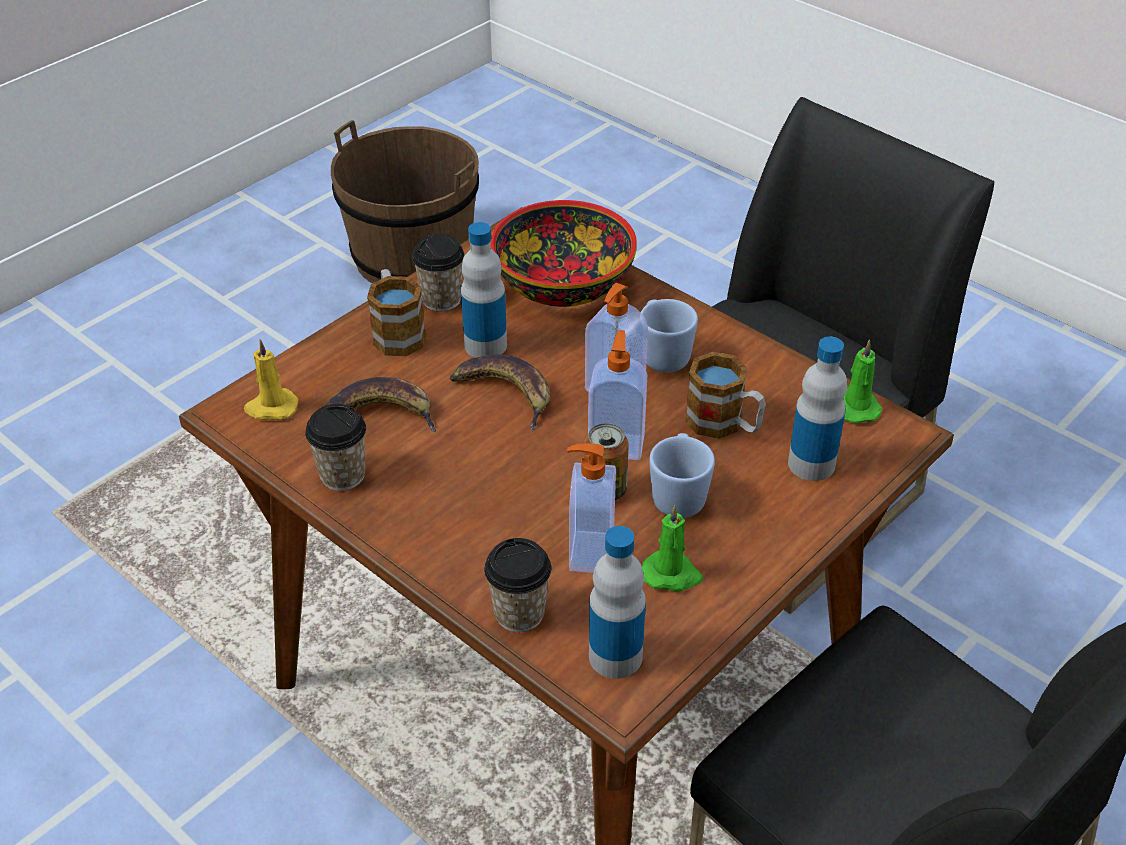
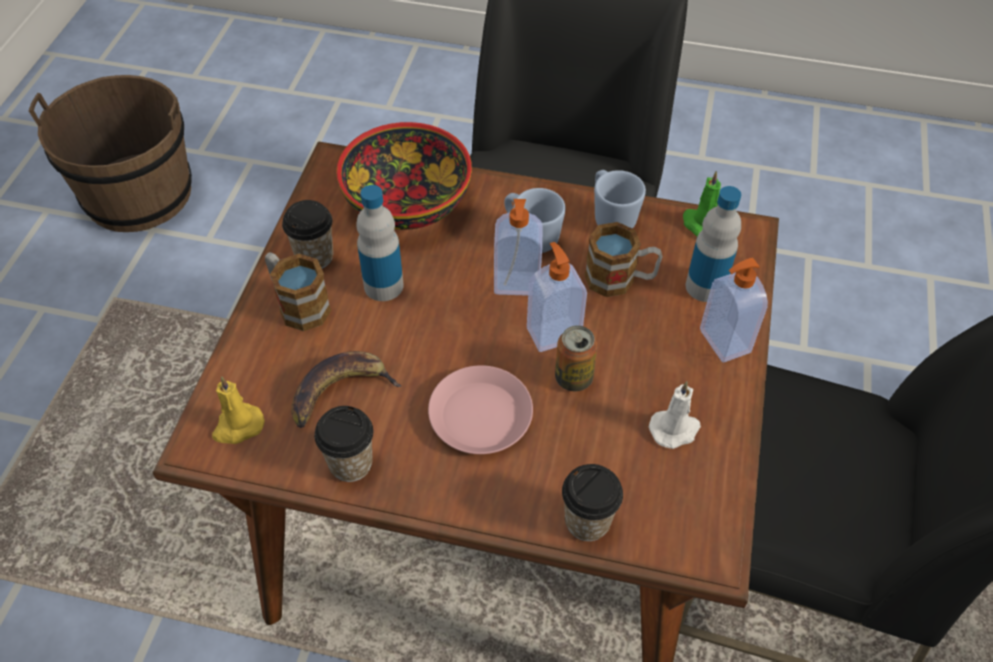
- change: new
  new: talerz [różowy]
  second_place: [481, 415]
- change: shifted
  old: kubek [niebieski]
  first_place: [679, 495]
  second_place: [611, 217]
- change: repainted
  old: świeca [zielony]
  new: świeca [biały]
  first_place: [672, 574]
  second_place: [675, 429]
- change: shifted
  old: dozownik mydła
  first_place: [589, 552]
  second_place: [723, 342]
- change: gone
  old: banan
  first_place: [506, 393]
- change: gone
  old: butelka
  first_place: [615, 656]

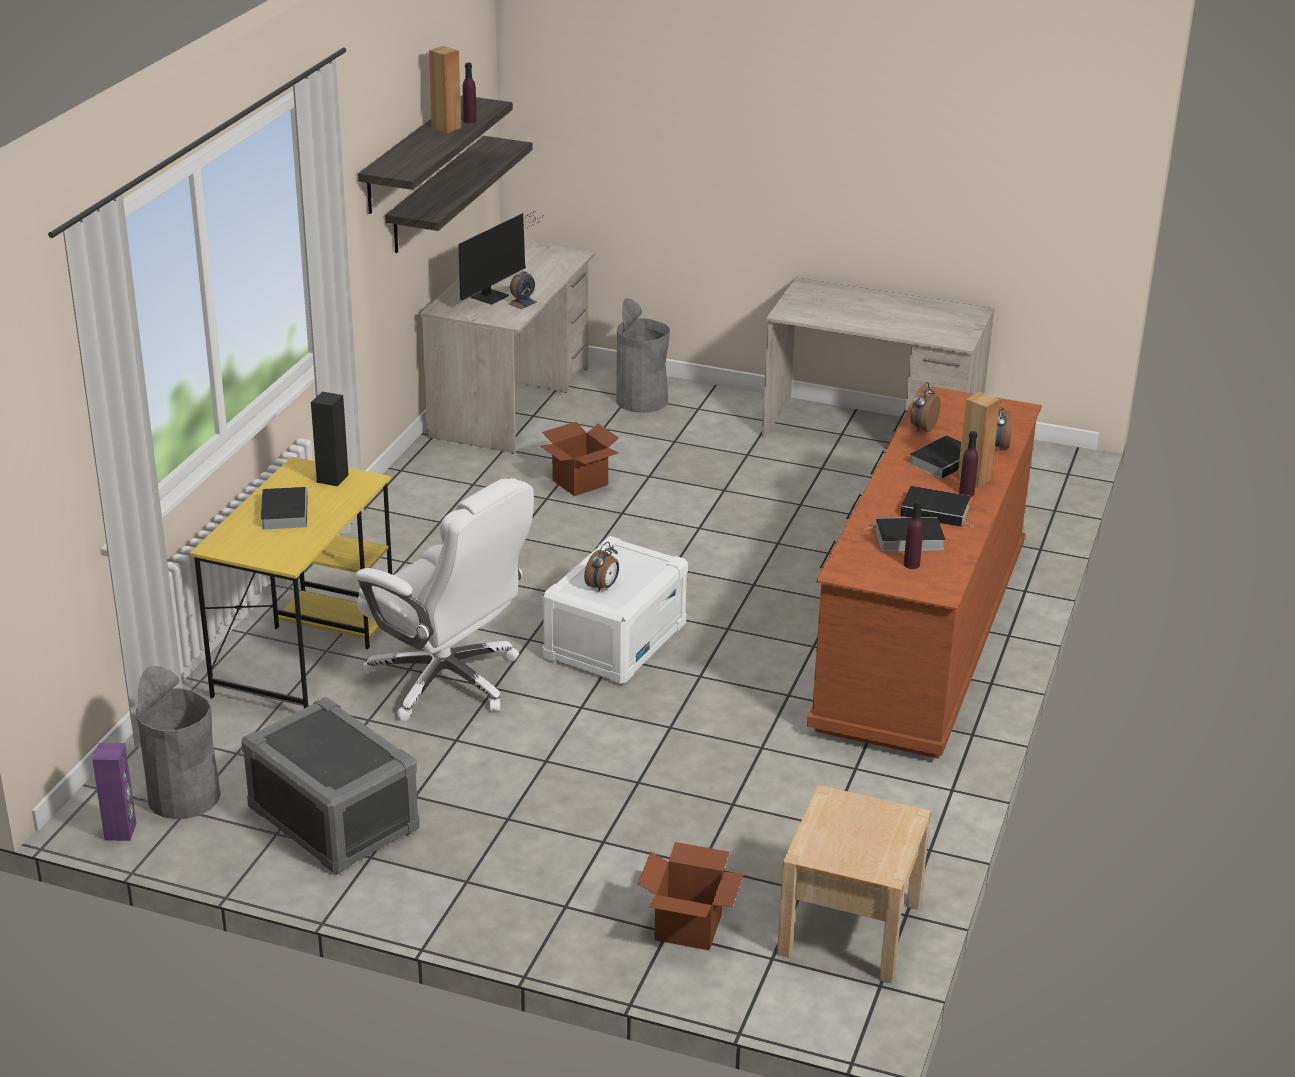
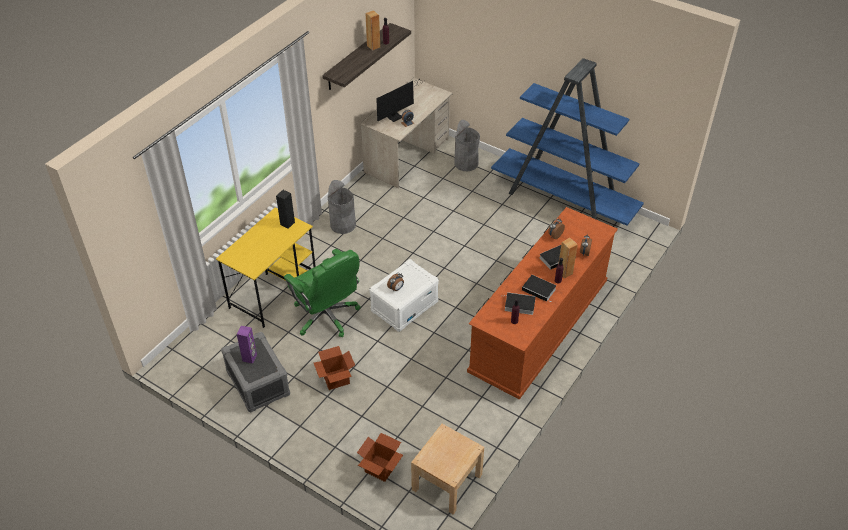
- change: shifted
  old: głośnik [fioletowy]
  first_place: [121, 831]
  second_place: [250, 358]
- change: repainted
  old: krzesło biurowe [biały]
  new: krzesło biurowe [zielony]
  first_place: [447, 680]
  second_place: [327, 316]
- change: shifted
  old: karton
  first_place: [580, 482]
  second_place: [336, 379]
- change: shifted
  old: kosz na śmieci [szary]
  first_place: [184, 796]
  second_place: [343, 225]
- change: swapped
  old: biurko [beżowy]
  new: regał [niebieski]
  first_place: [871, 435]
  second_place: [564, 200]
- change: gone
  old: książka
  first_place: [284, 511]
- change: gone
  old: półka
  first_place: [437, 195]

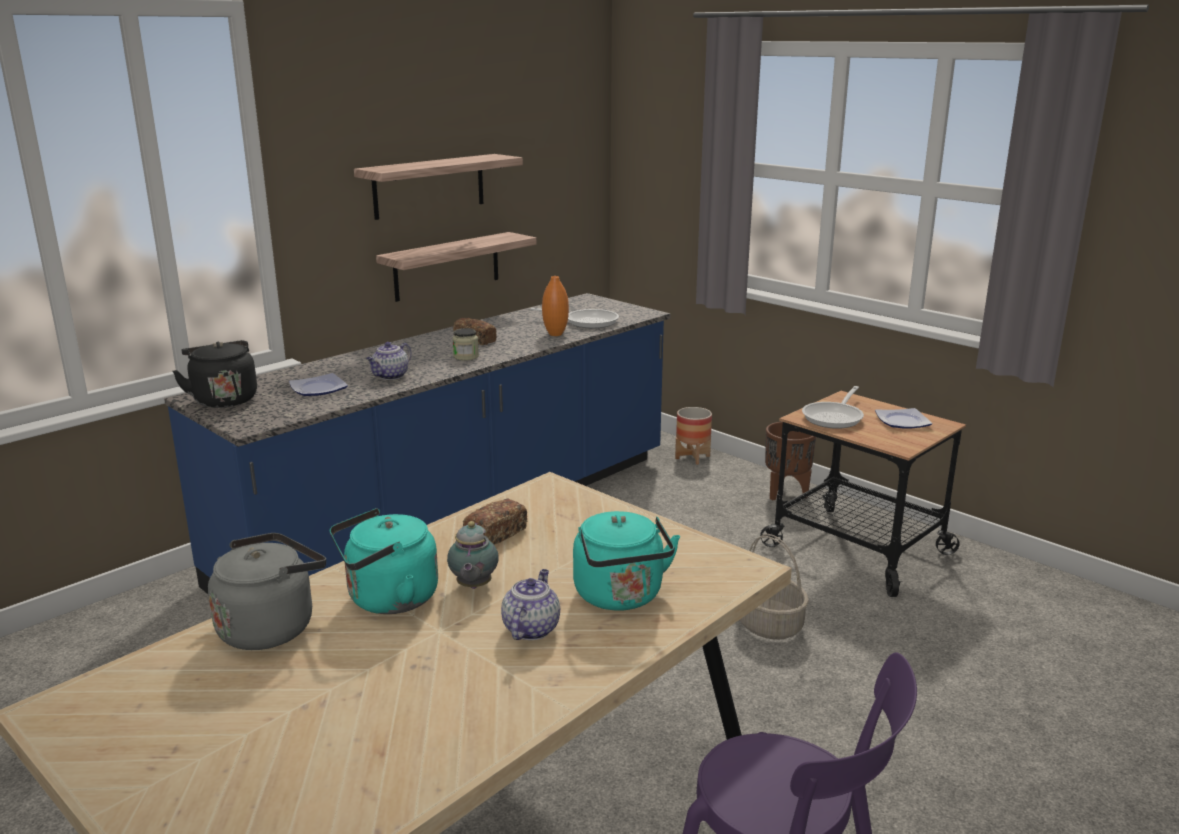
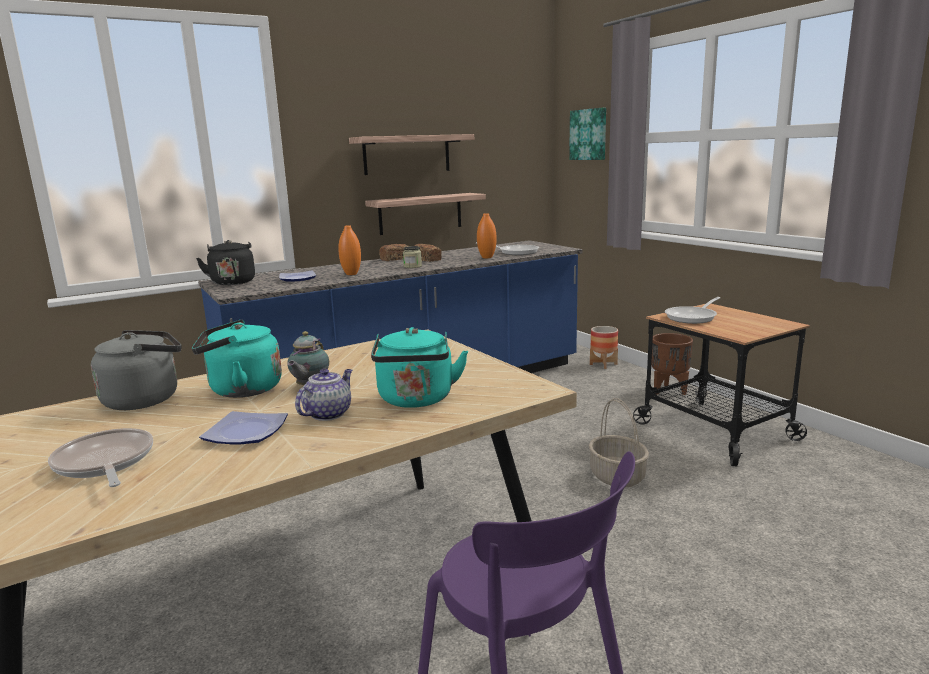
- change: new
  new: patelnia
  second_place: [105, 463]
- change: shifted
  old: talerz
  first_place: [902, 422]
  second_place: [244, 433]
- change: swapped
  old: imbryk
  new: wazon [pomarańczowy]
  first_place: [390, 376]
  second_place: [351, 274]
- change: shifted
  old: chleb
  first_place: [495, 535]
  second_place: [395, 259]
- change: new
  new: obraz
  second_place: [589, 134]

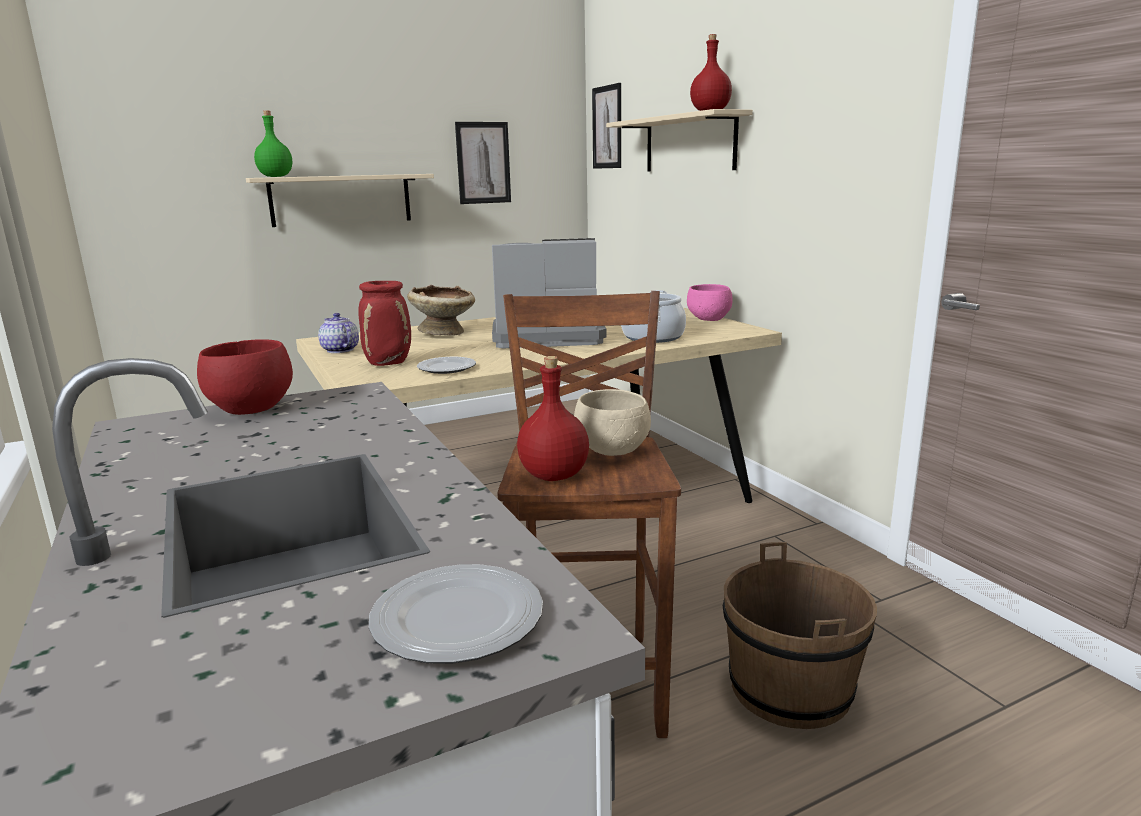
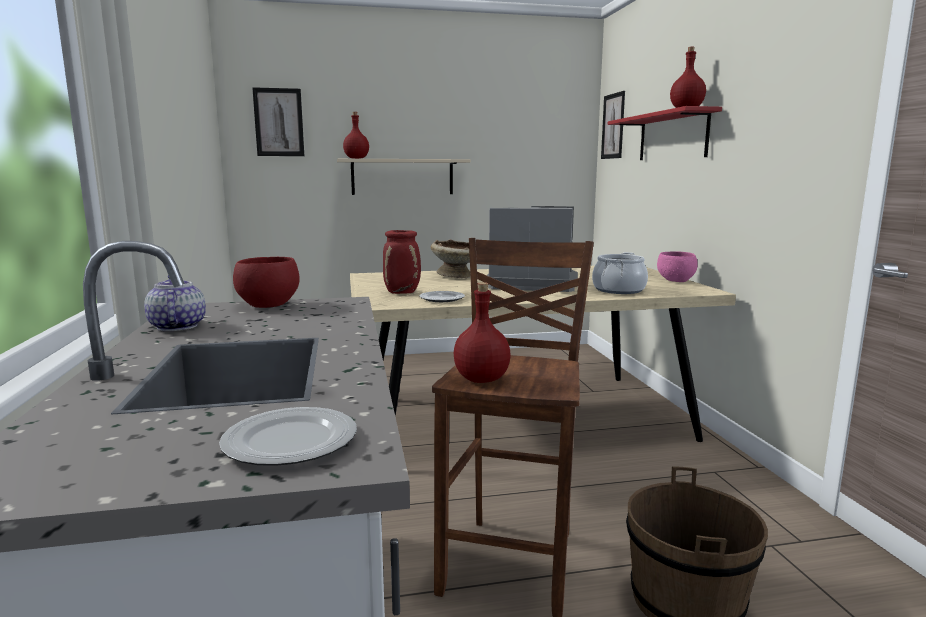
- change: shifted
  old: imbryk
  first_place: [339, 350]
  second_place: [176, 326]
- change: shifted
  old: obraz
  first_place: [483, 163]
  second_place: [279, 122]
- change: repainted
  old: butelka [zielony]
  new: butelka [czerwony]
  first_place: [275, 176]
  second_place: [356, 158]
- change: repainted
  old: półka [beżowy]
  new: półka [czerwony]
  first_place: [689, 144]
  second_place: [672, 137]
- change: gone
  old: miska [beżowy]
  first_place: [614, 451]

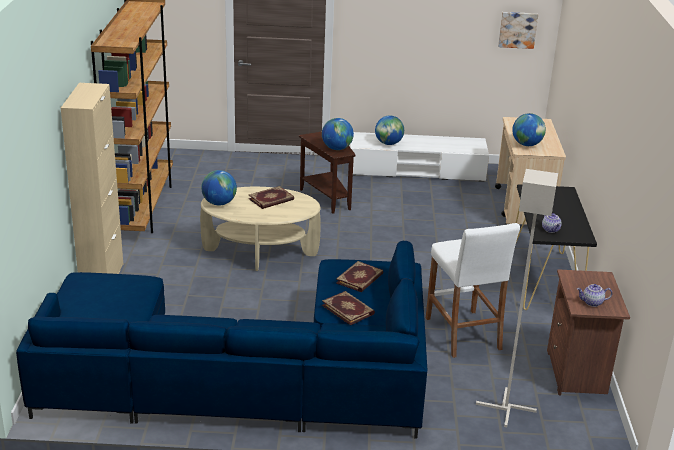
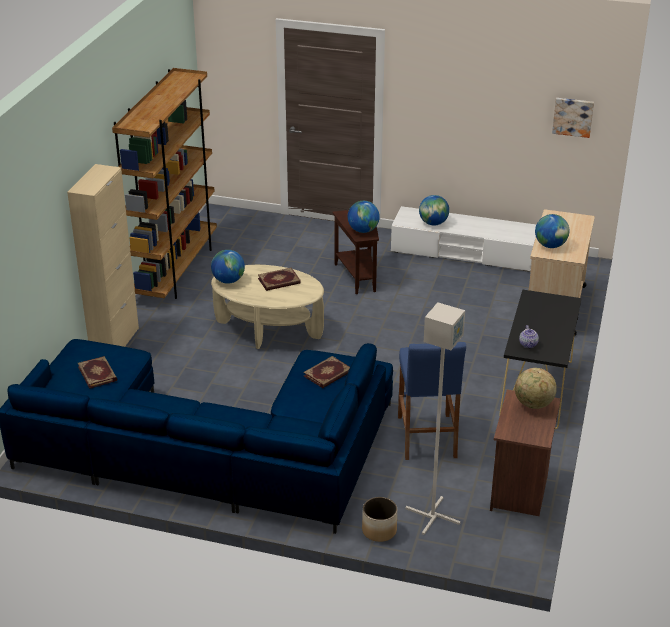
- change: shifted
  old: książka
  first_place: [348, 309]
  second_place: [98, 373]
- change: new
  new: donica
  second_place: [379, 531]
- change: repainted
  old: stołek [biały]
  new: stołek [niebieski]
  first_place: [463, 334]
  second_place: [427, 437]
- change: new
  new: globus
  second_place: [533, 404]
- change: gone
  old: imbryk
  first_place: [592, 303]

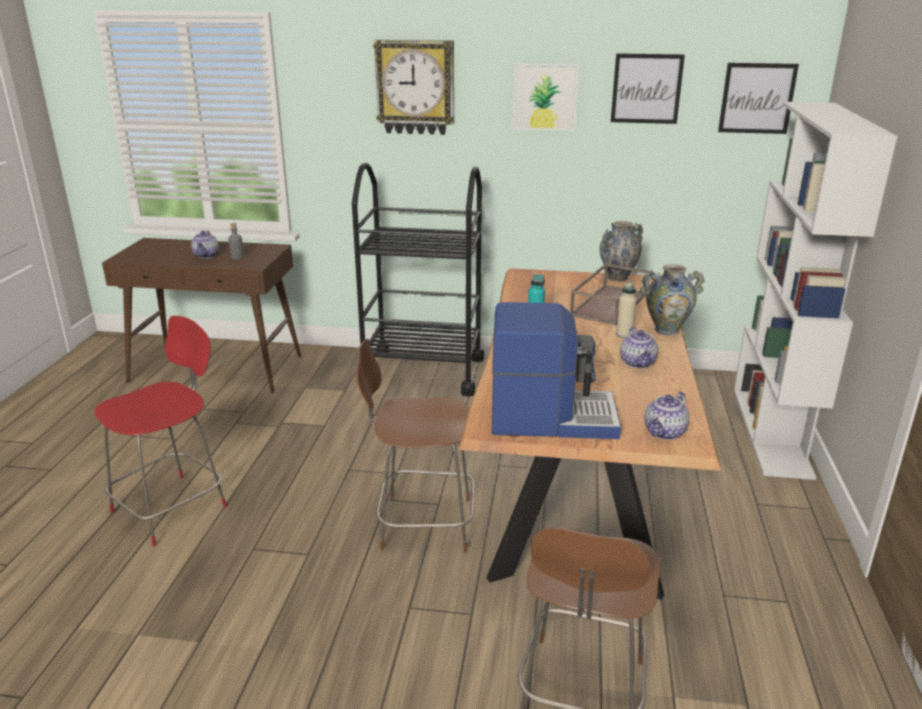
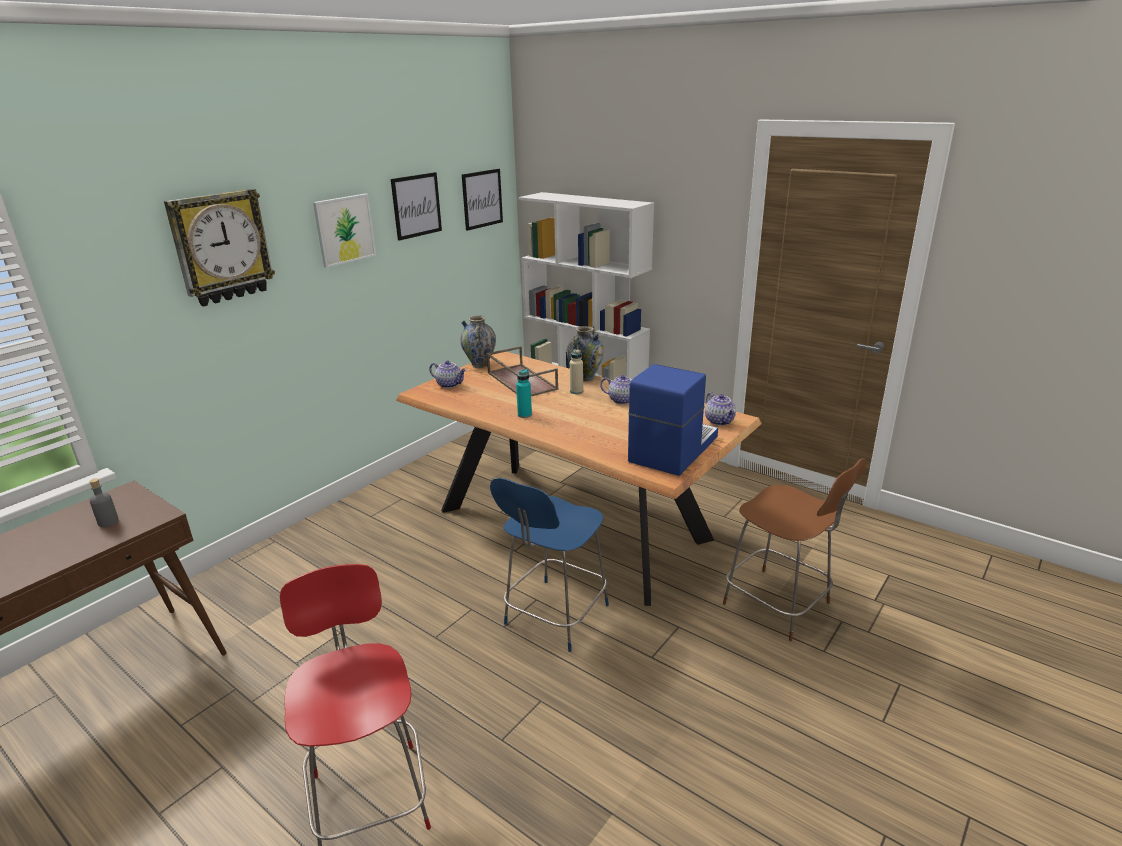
- change: shifted
  old: imbryk
  first_place: [207, 256]
  second_place: [449, 384]
- change: repainted
  old: krzesło [brązowy]
  new: krzesło [niebieski]
  first_place: [422, 523]
  second_place: [554, 616]
- change: gone
  old: wózek [czarny]
  first_place: [423, 372]

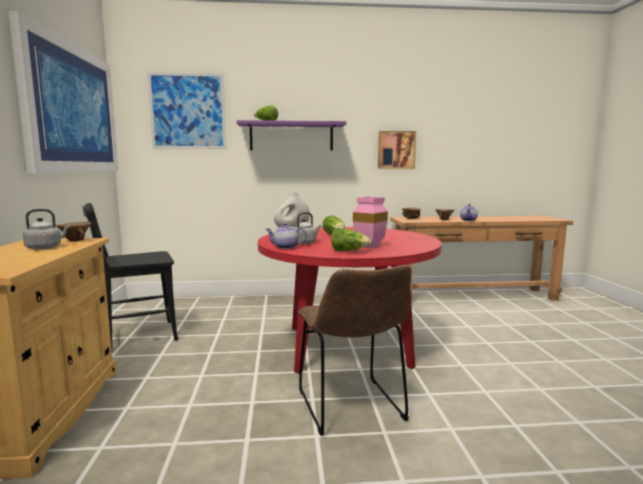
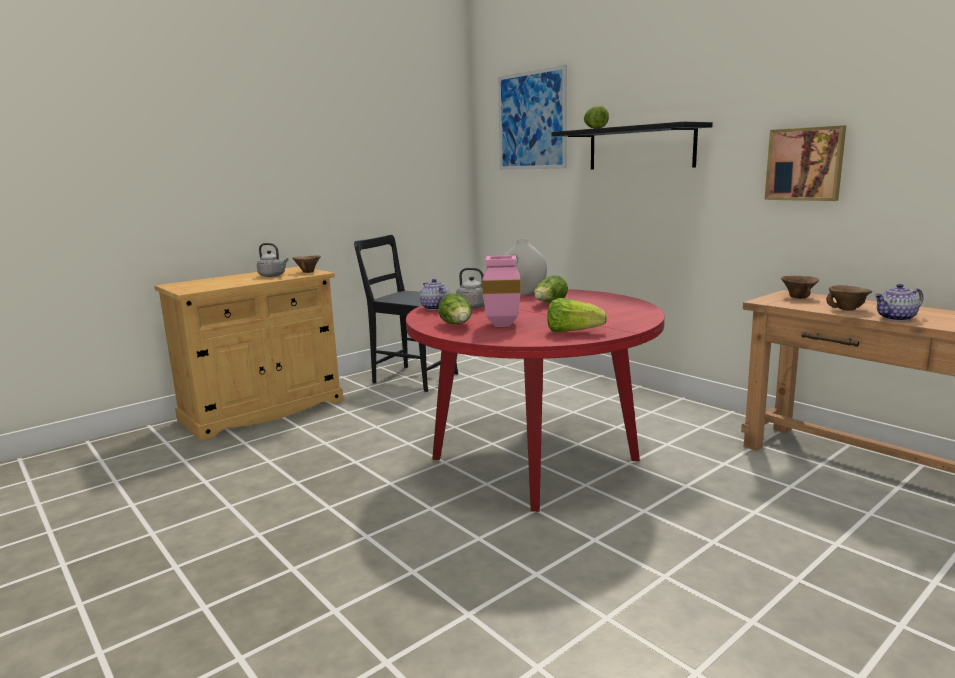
- change: new
  new: sałata
  second_place: [572, 332]
- change: repainted
  old: półka [fioletowy]
  new: półka [czarny]
  first_place: [291, 137]
  second_place: [640, 148]
- change: gone
  old: obraz
  first_place: [72, 109]
- change: gone
  old: krzesło [brązowy]
  first_place: [352, 408]

